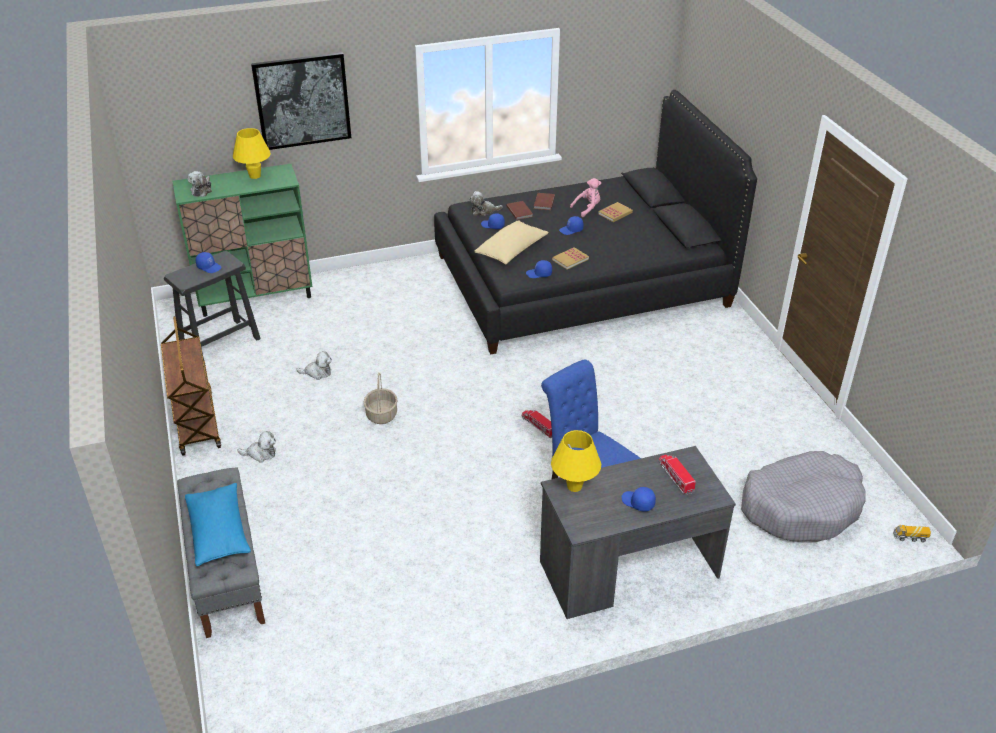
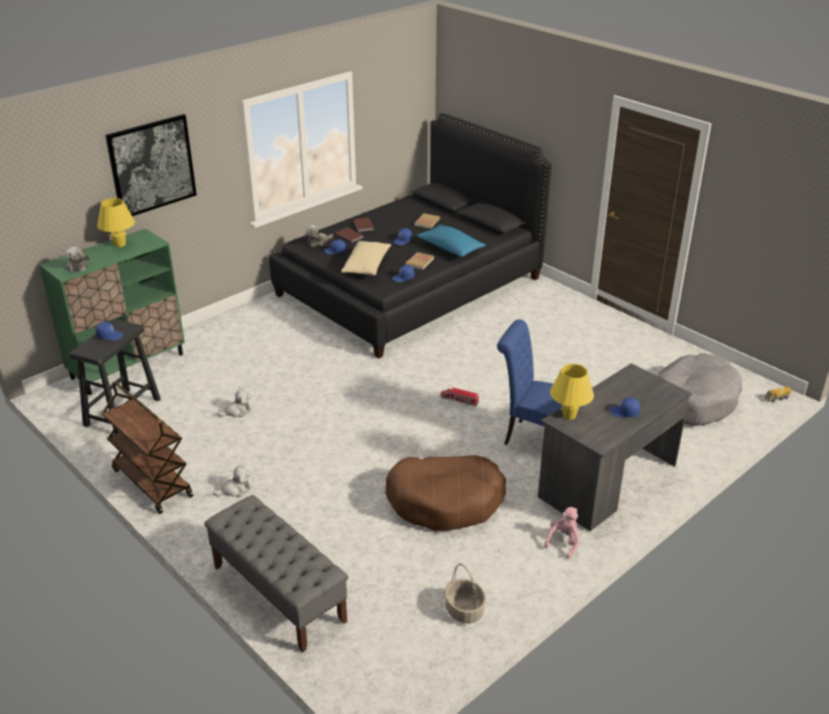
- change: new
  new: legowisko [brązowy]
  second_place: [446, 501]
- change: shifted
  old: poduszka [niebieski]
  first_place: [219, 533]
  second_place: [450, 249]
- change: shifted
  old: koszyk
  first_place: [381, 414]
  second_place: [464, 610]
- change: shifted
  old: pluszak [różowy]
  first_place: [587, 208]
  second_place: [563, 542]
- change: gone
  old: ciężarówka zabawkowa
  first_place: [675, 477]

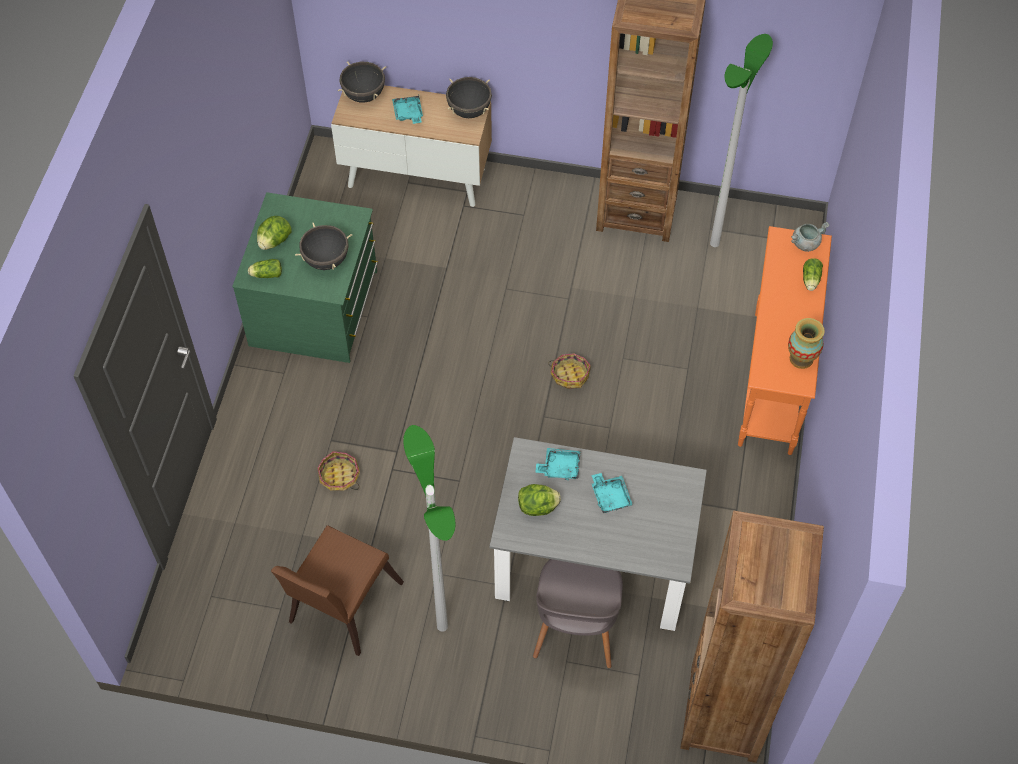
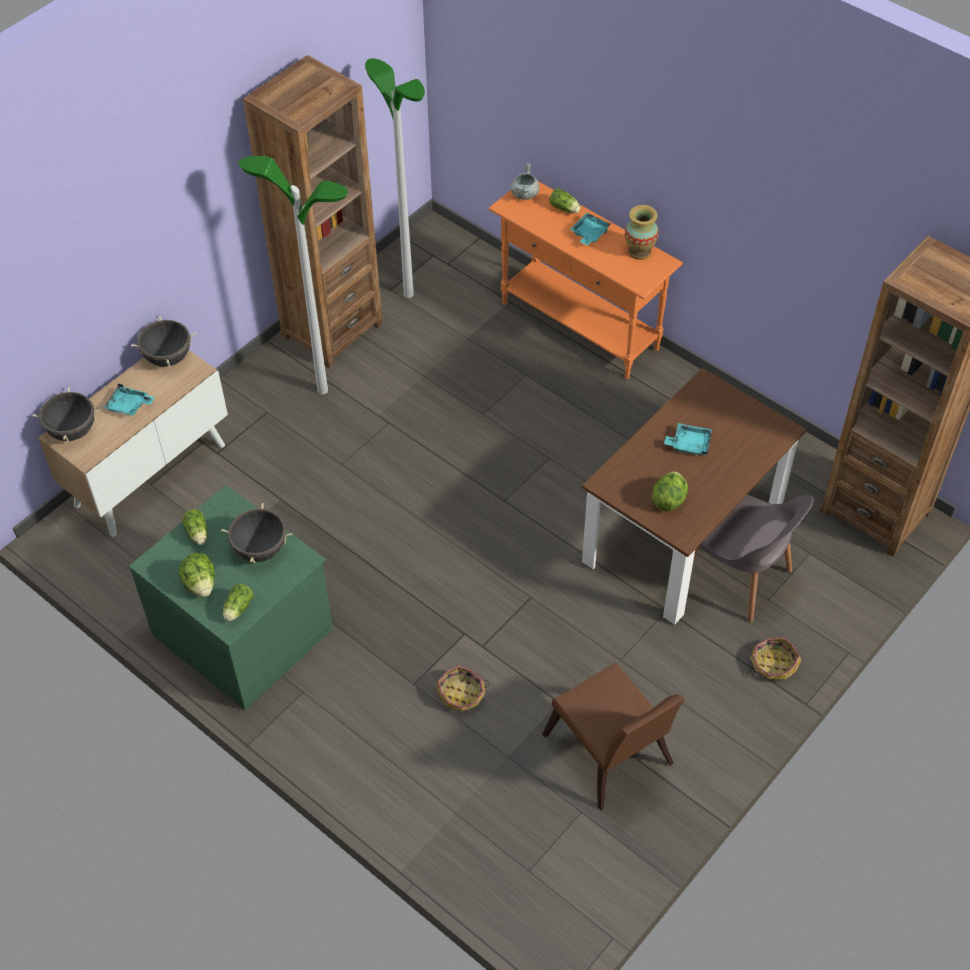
- change: new
  new: sałata
  second_place: [198, 534]
- change: shifted
  old: lampa stojąca
  first_place: [442, 626]
  second_place: [322, 390]
- change: shifted
  old: taca [turkusowy]
  first_place: [560, 467]
  second_place: [589, 234]
- change: repainted
  old: stół jadalny [szary]
  new: stół jadalny [brązowy]
  first_place: [593, 565]
  second_place: [683, 535]
- change: shifted
  old: koszyk
  first_place: [570, 375]
  second_place: [772, 664]

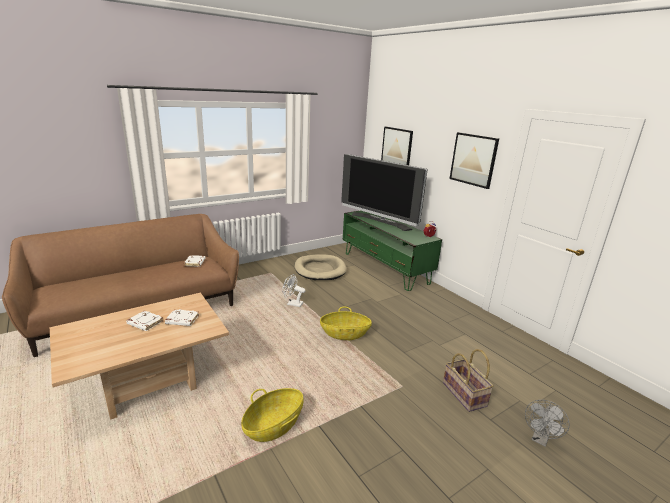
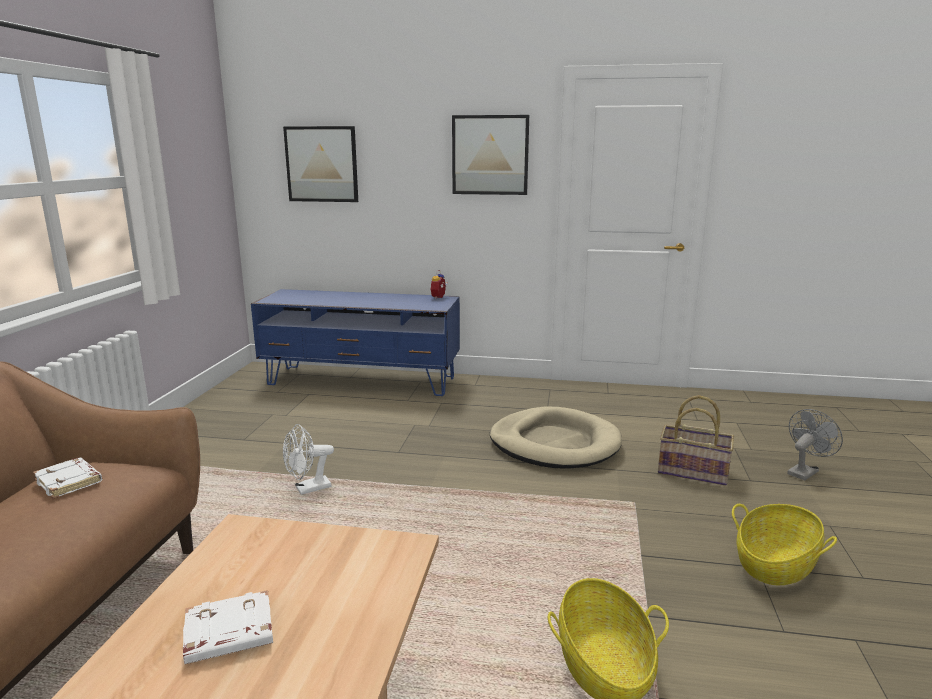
- change: repainted
  old: szafka pod telewizor [zielony]
  new: szafka pod telewizor [niebieski]
  first_place: [385, 268]
  second_place: [362, 381]
- change: shifted
  old: legowisko [beżowy]
  first_place: [320, 269]
  second_place: [554, 443]
- change: shifted
  old: koszyk
  first_place: [344, 334]
  second_place: [775, 564]
- change: rotated
  old: wentylator [szary]
  first_place: [540, 439]
  second_place: [804, 471]
  degrees: -120
- change: gone
  old: książka [biały]
  first_place: [182, 320]
- change: gone
  old: telewizor
  first_place: [380, 221]

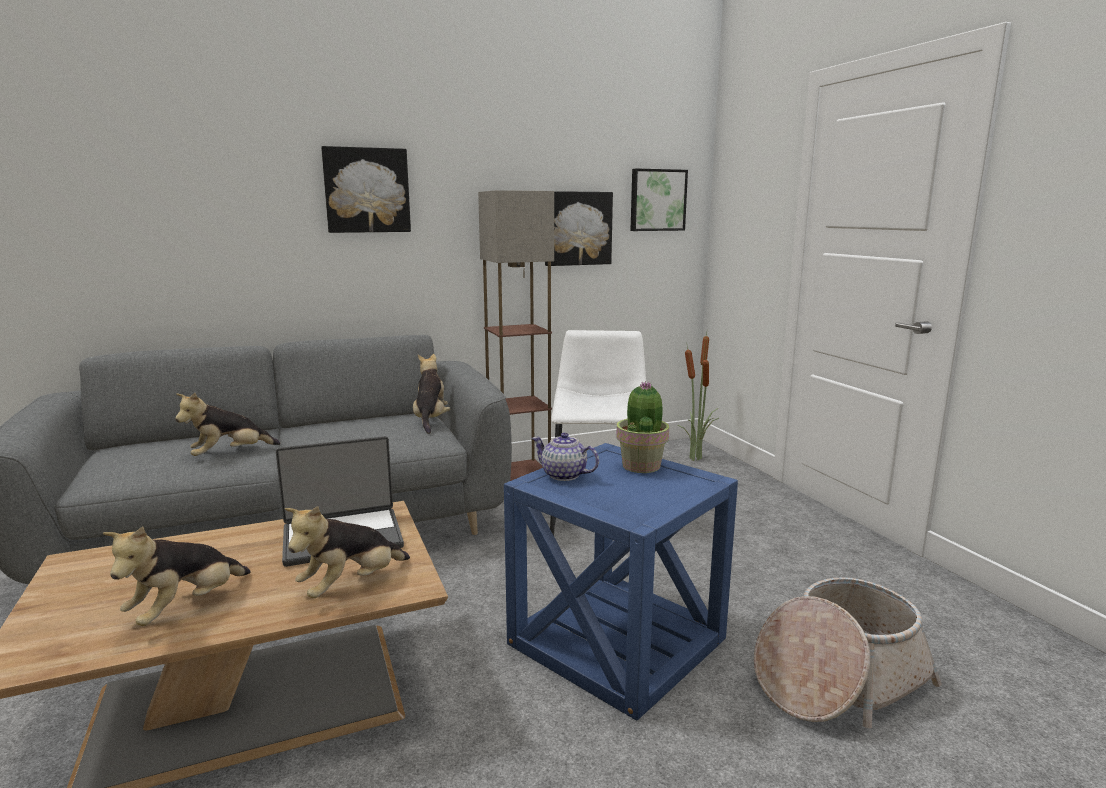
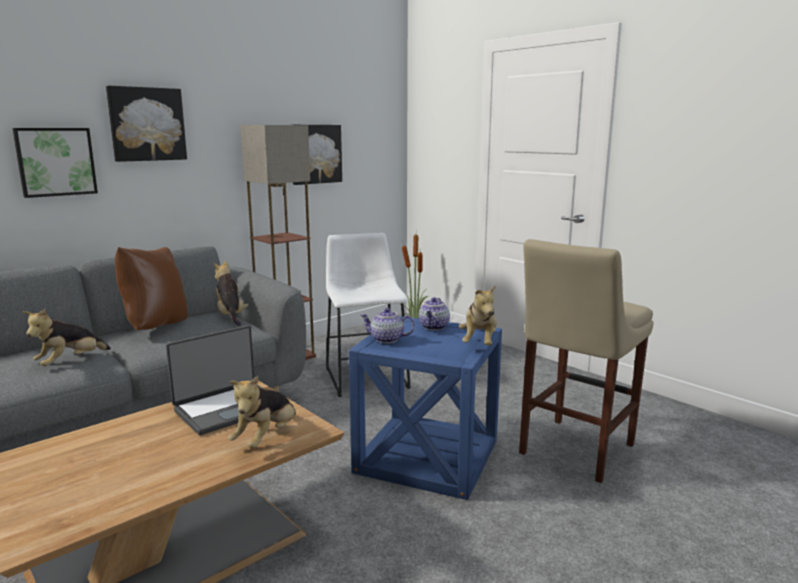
- change: shifted
  old: obraz
  first_place: [657, 200]
  second_place: [55, 161]
- change: new
  new: poduszka [brązowy]
  second_place: [155, 327]
- change: swapped
  old: roślina doniczkowa
  new: imbryk
  first_place: [641, 465]
  second_place: [434, 327]
- change: shifted
  old: pluszak
  first_place: [186, 608]
  second_place: [479, 343]
- change: swapped
  old: koszyk
  new: stołek [beżowy]
  first_place: [837, 679]
  second_place: [573, 451]

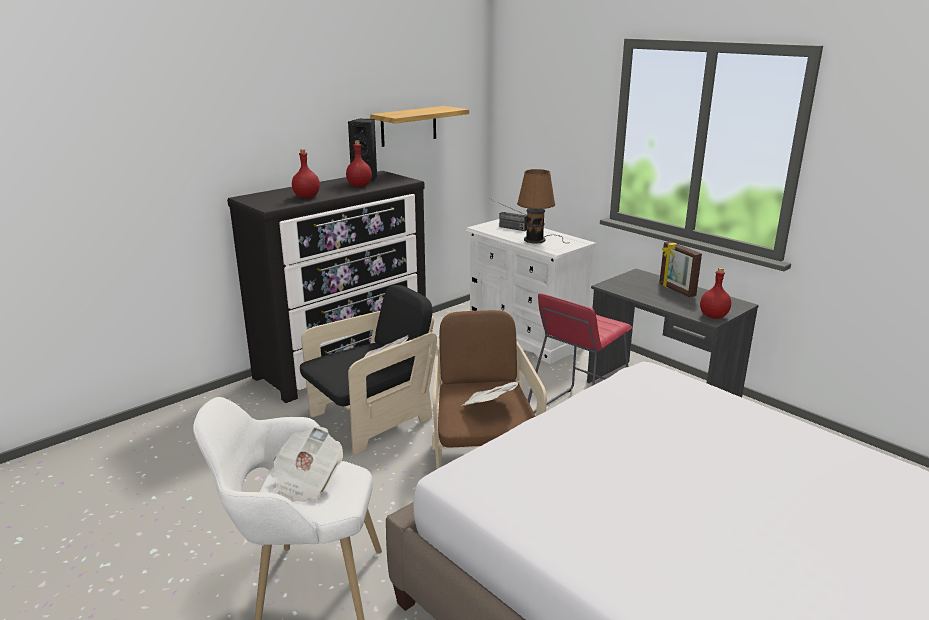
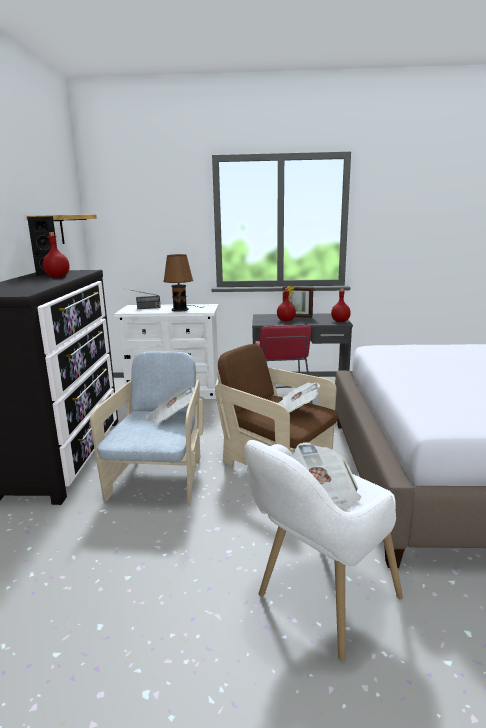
- change: repainted
  old: fotel [czarny]
  new: fotel [beżowy]
  first_place: [371, 419]
  second_place: [159, 479]
- change: shifted
  old: butelka [czerwony]
  first_place: [306, 197]
  second_place: [285, 320]

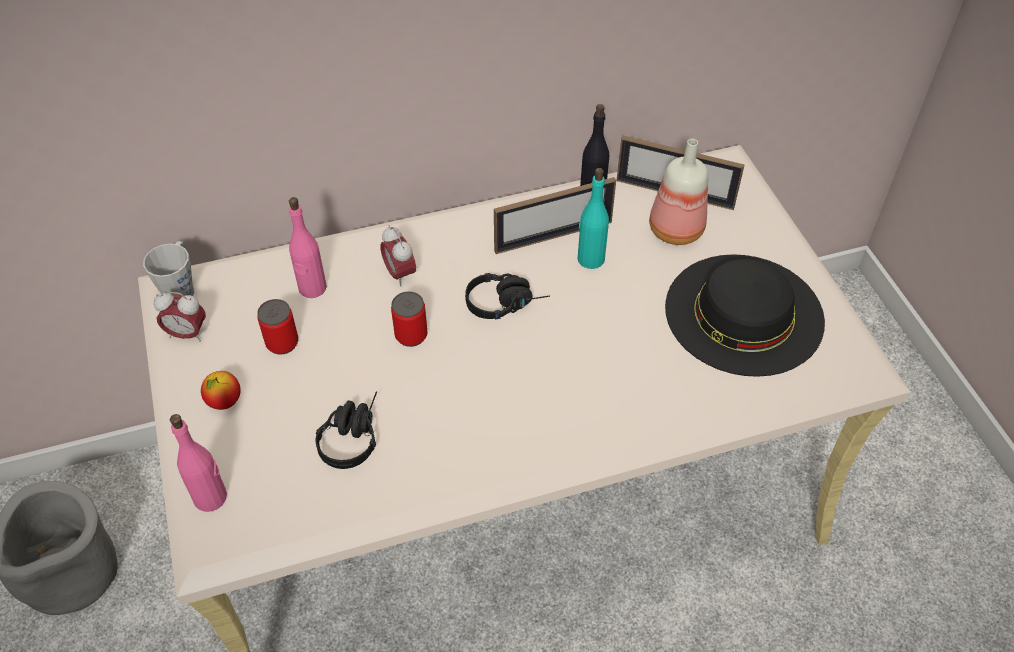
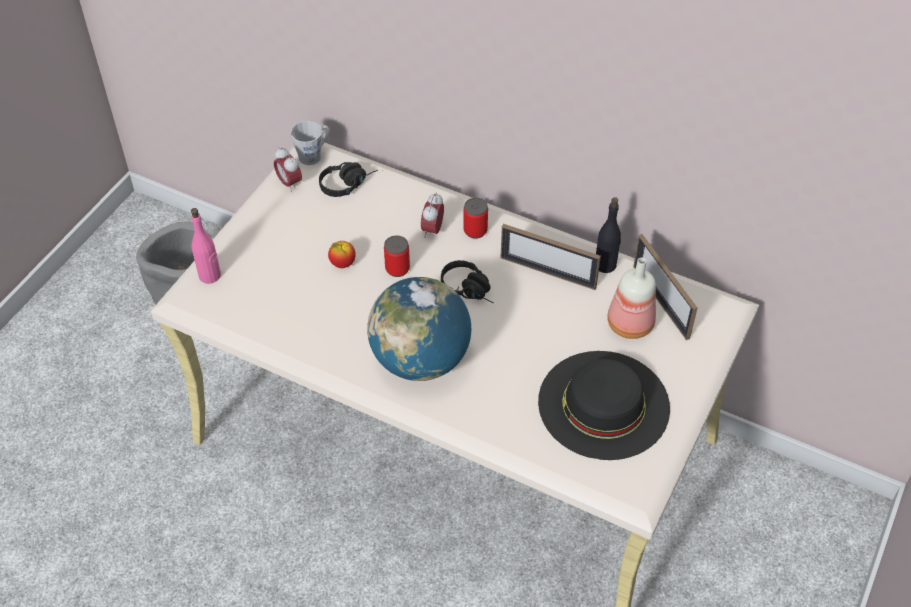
- change: shifted
  old: słuchawki [czarny]
  first_place: [352, 435]
  second_place: [348, 183]
- change: shifted
  old: jabłko
  first_place: [224, 401]
  second_place: [342, 263]
- change: new
  new: globus
  second_place: [420, 360]
- change: shifted
  old: puszka
  first_place: [282, 343]
  second_place: [475, 230]
- change: gone
  old: butelka [różowy]
  first_place: [312, 288]
- change: gone
  old: butelka [turkusowy]
  first_place: [590, 259]

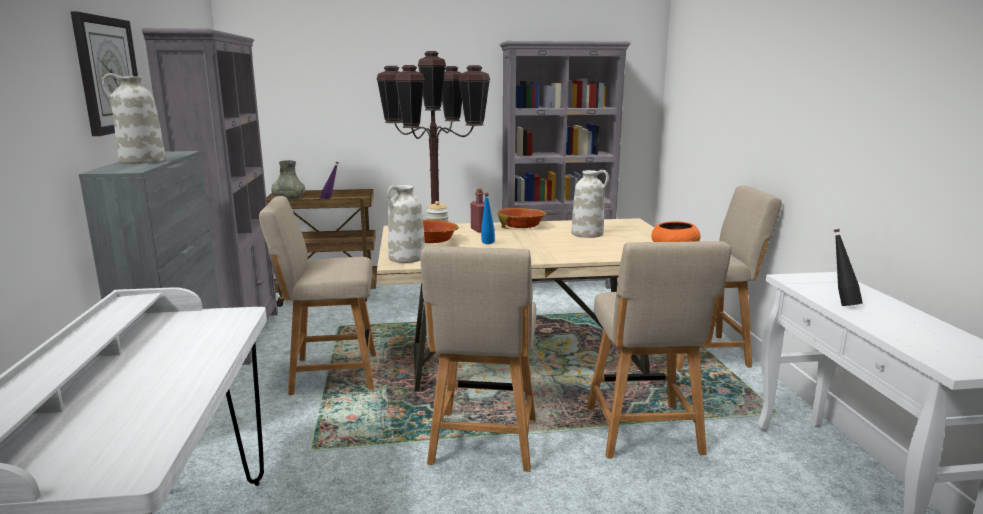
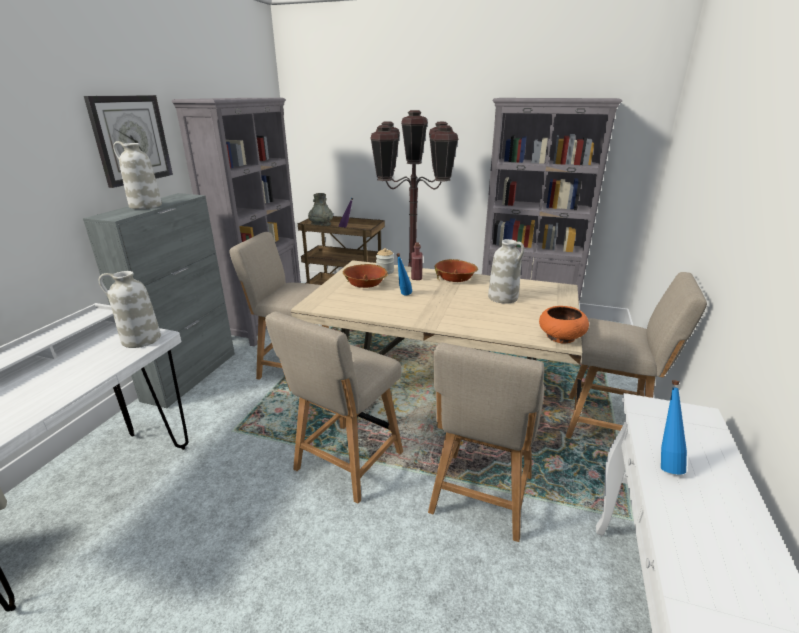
- change: shifted
  old: wazon [biały]
  first_place: [406, 258]
  second_place: [140, 340]
- change: repainted
  old: butelka [czarny]
  new: butelka [niebieski]
  first_place: [841, 304]
  second_place: [664, 463]

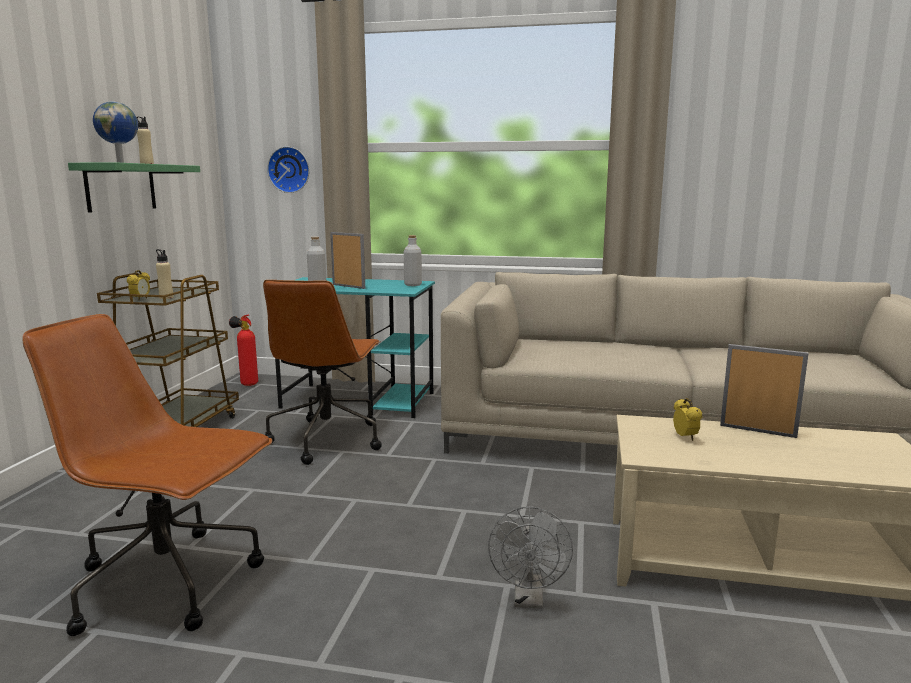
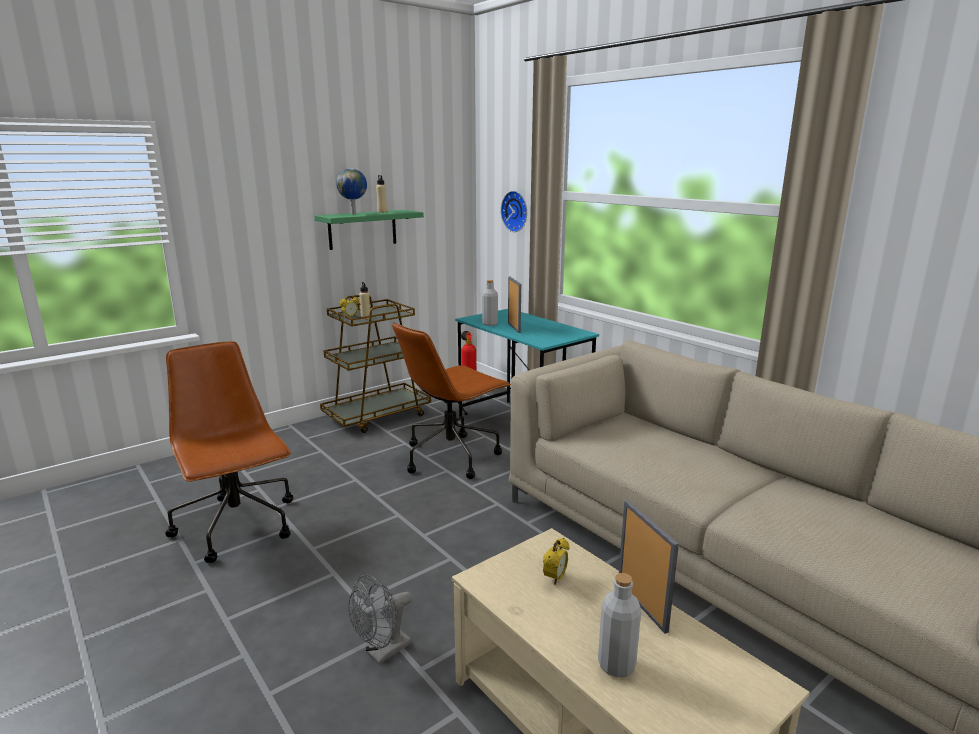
- change: shifted
  old: butelka [szary]
  first_place: [413, 285]
  second_place: [616, 665]

